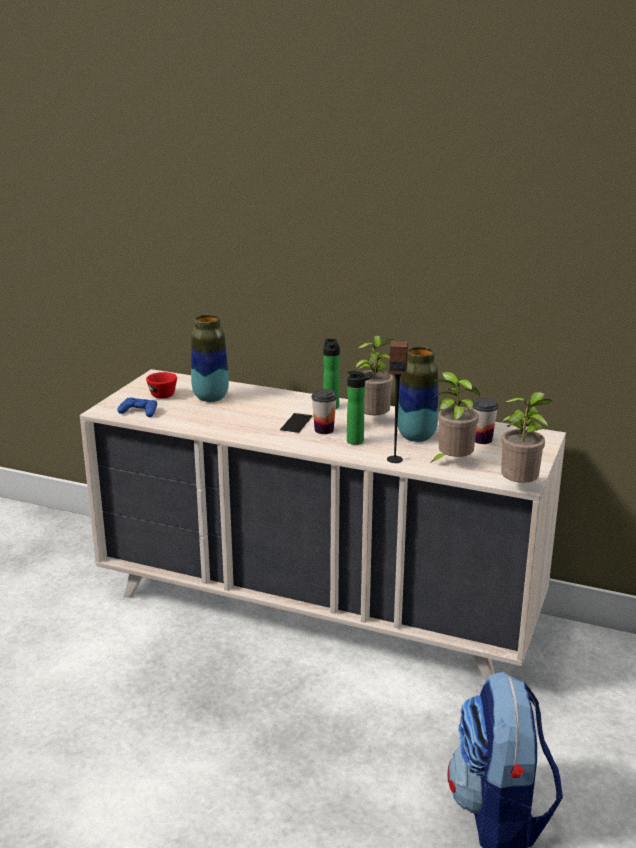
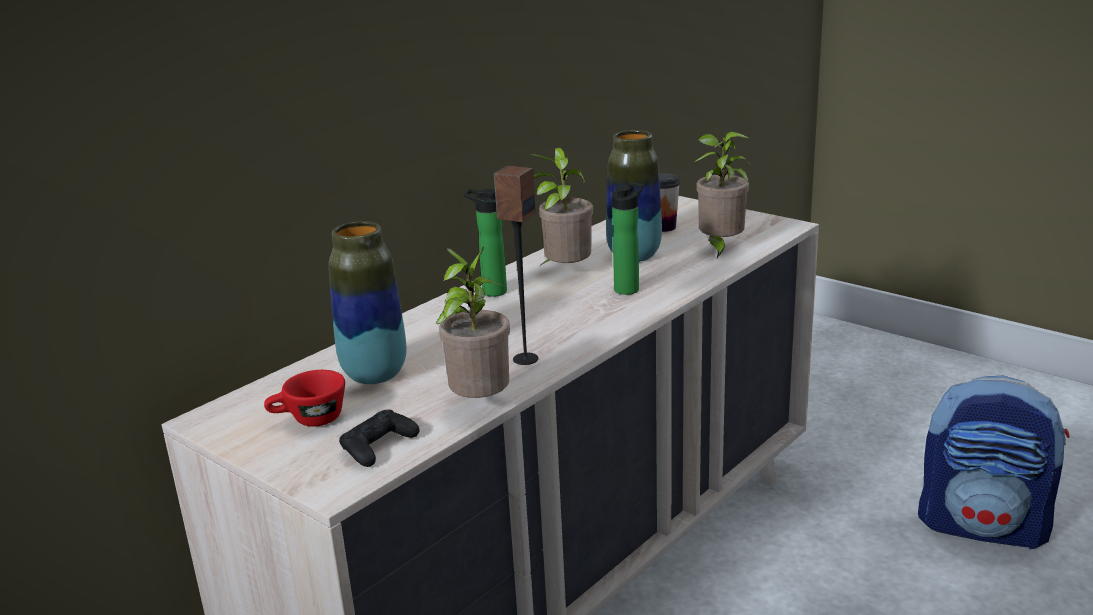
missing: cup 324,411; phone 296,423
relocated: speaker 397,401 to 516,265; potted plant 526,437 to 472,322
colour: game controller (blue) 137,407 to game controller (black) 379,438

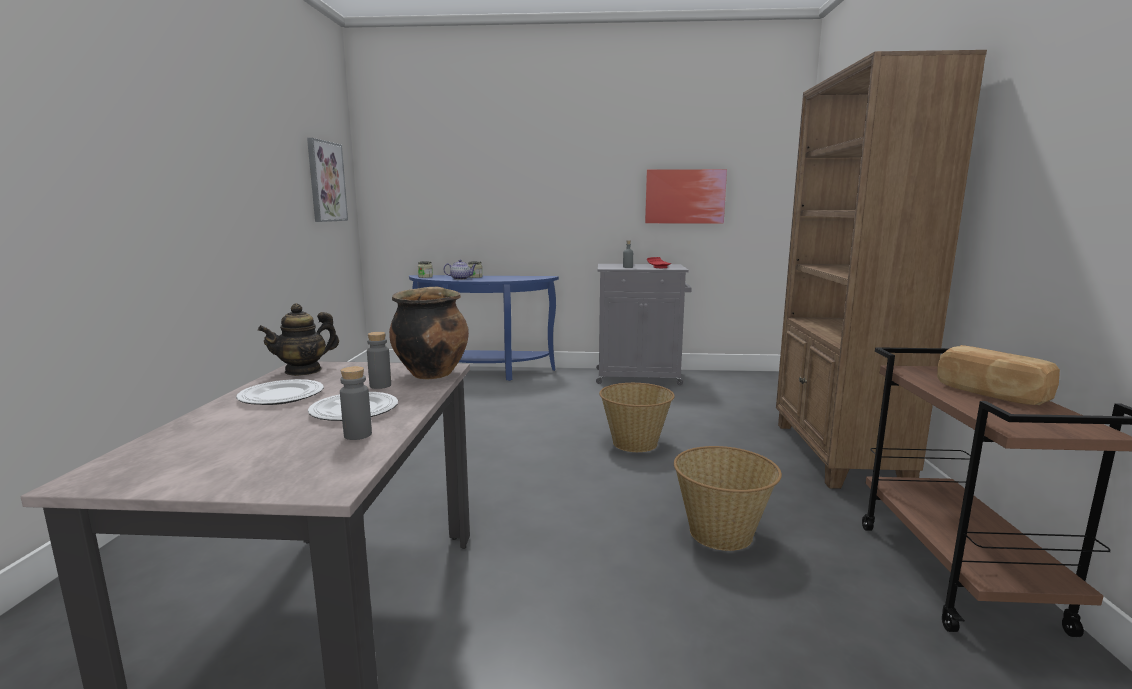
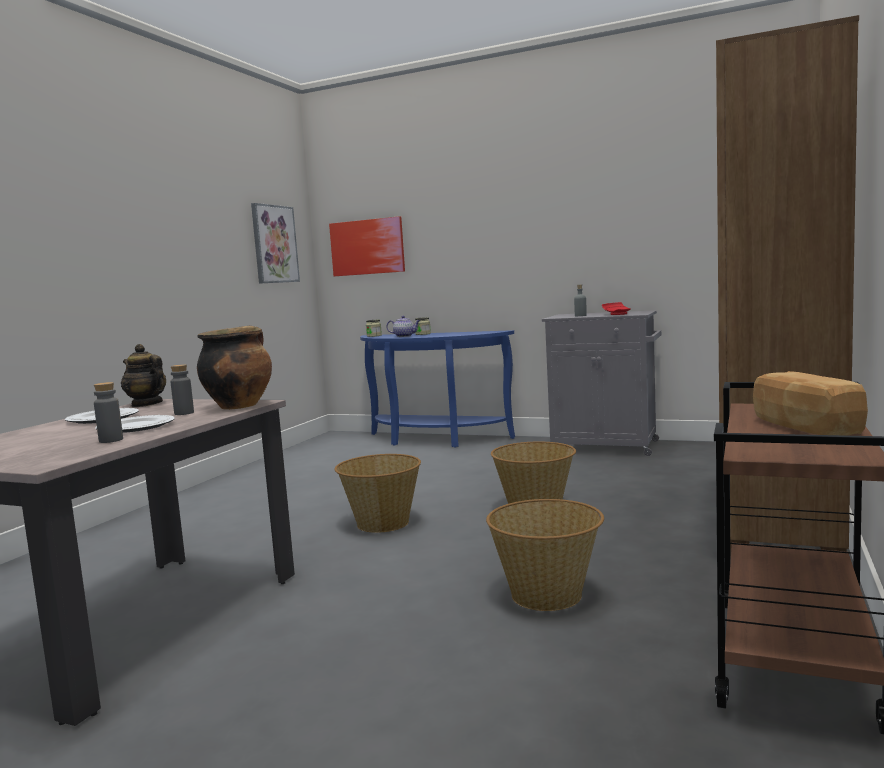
appeared: basket 377,493
relocated: picture 686,196 to 367,246
spun: teapot 298,339 = 143,375 60 degrees clockwise

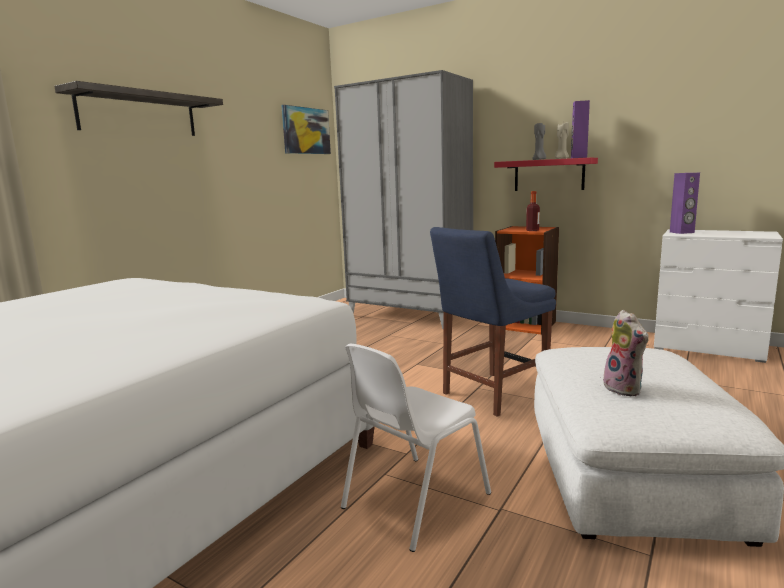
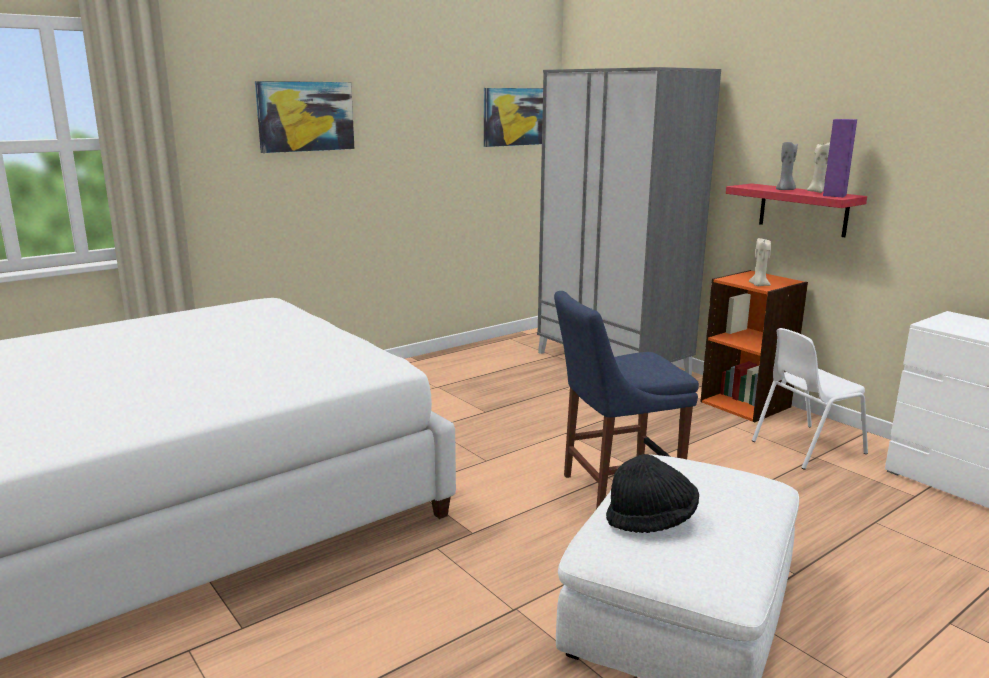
missing: speaker (purple) 685,203
relocated: chair (white) 416,448 to 810,399
exchanged: shelf 138,108 to picture 304,117; bottle 533,211 to candle (beige) 760,262; plush toy 625,353 to hat (black) 652,493

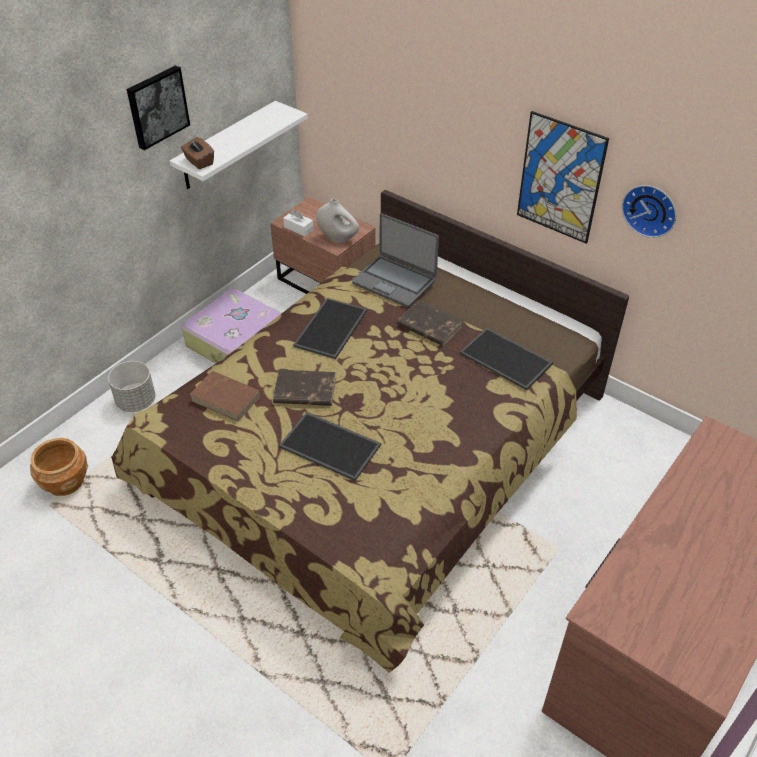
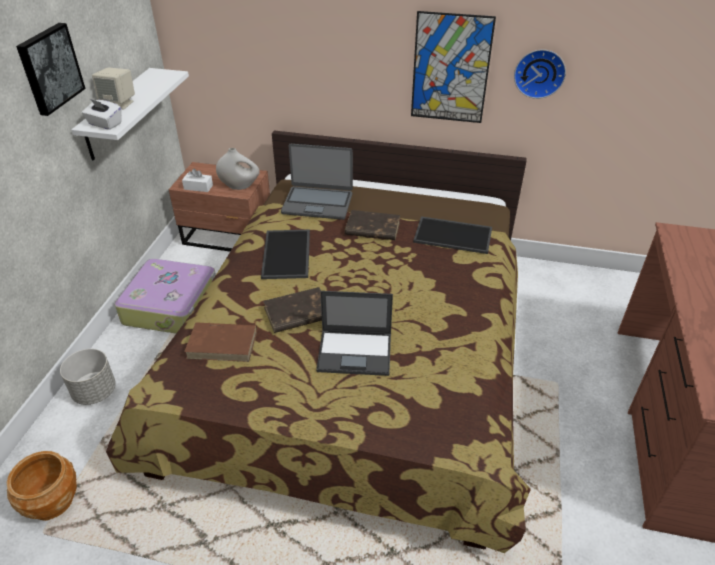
appeared: speaker (beige) 113,88
exchanged: tray 330,446 to laptop 354,333
colour: tissue box (brown) 197,153 to tissue box (white) 102,114

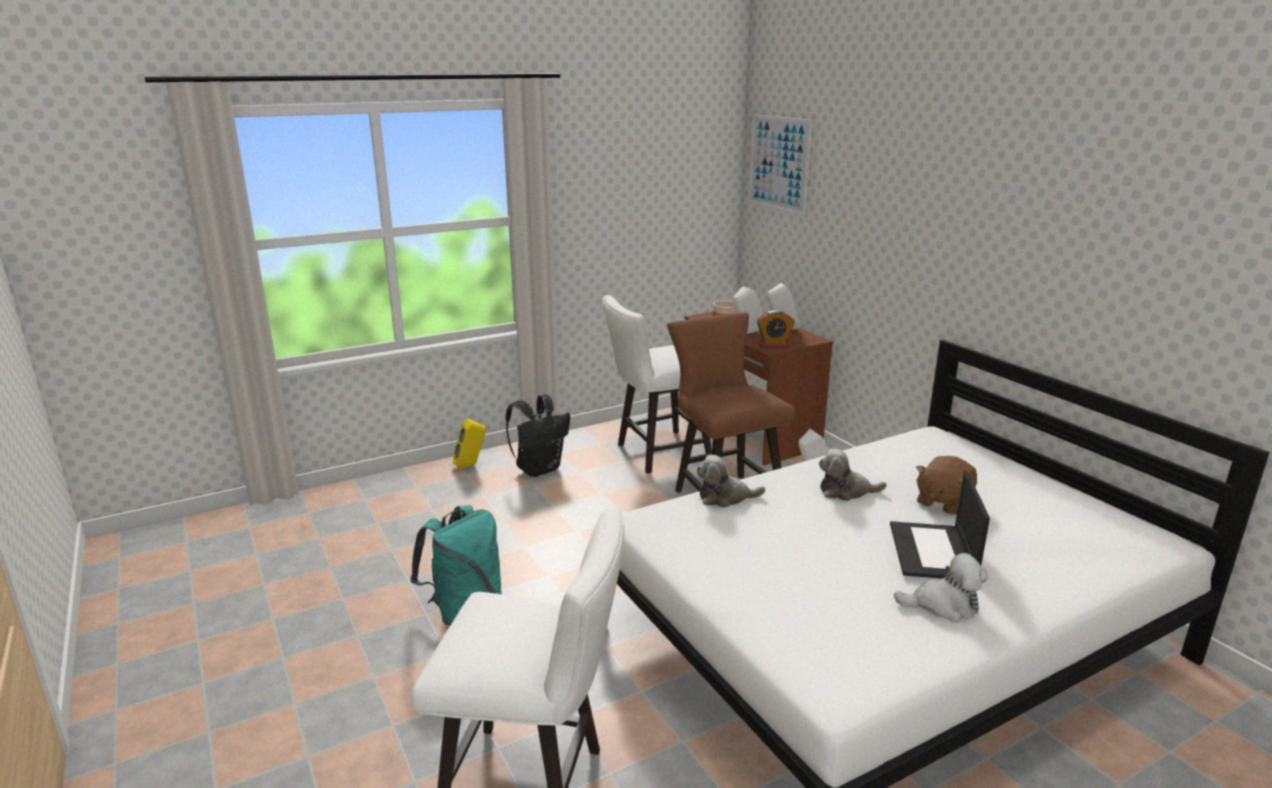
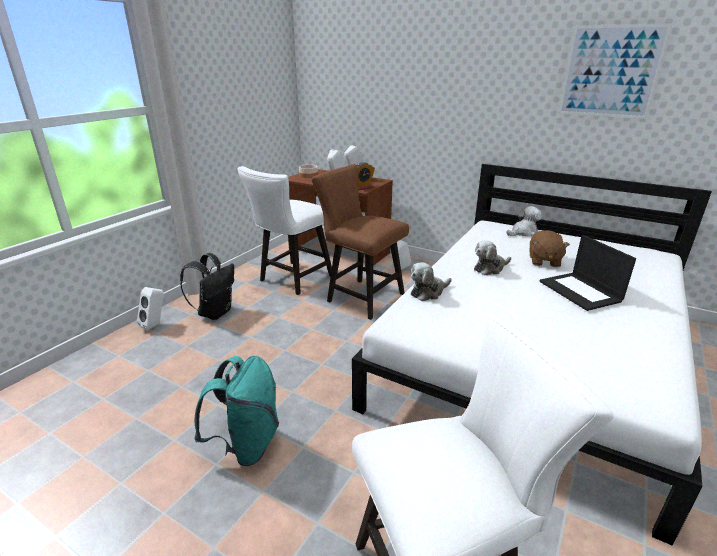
relocated: picture 780,165 to 615,71; plush toy 941,588 to 524,221
colour: speaker (yellow) 469,444 to speaker (white) 150,308

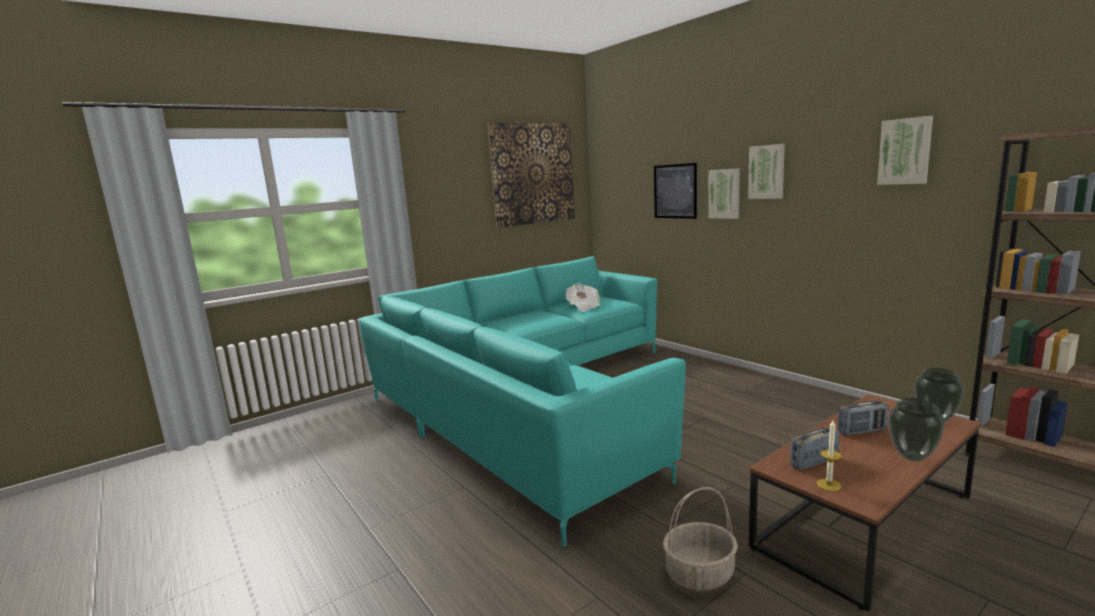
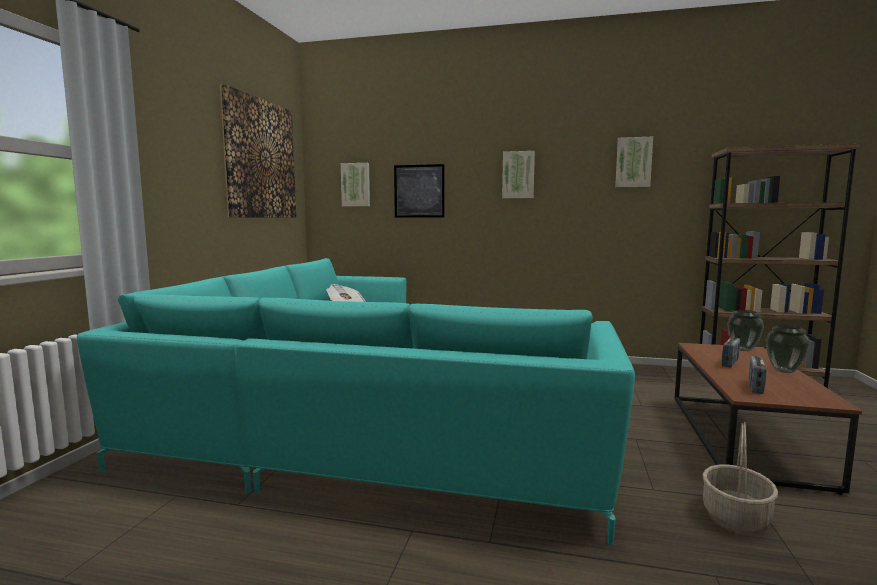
missing: candle 829,455
relocated: picture 724,193 to 355,184

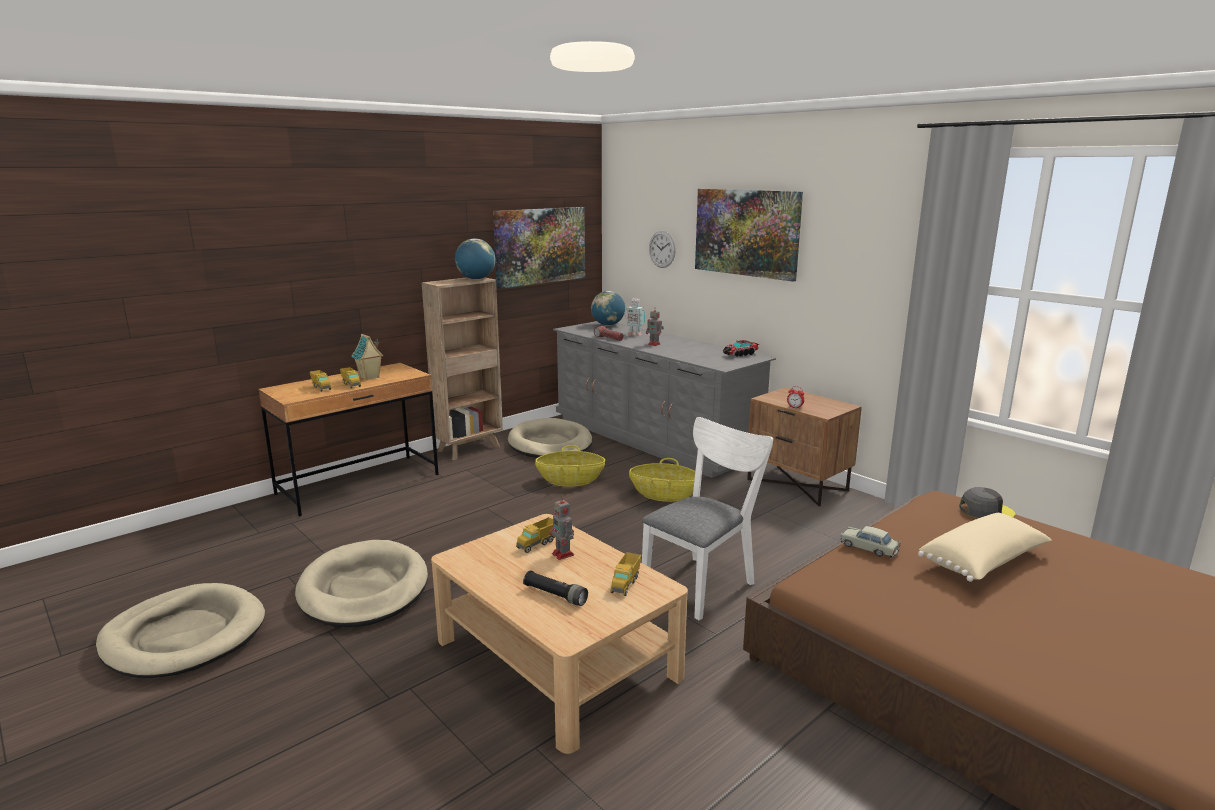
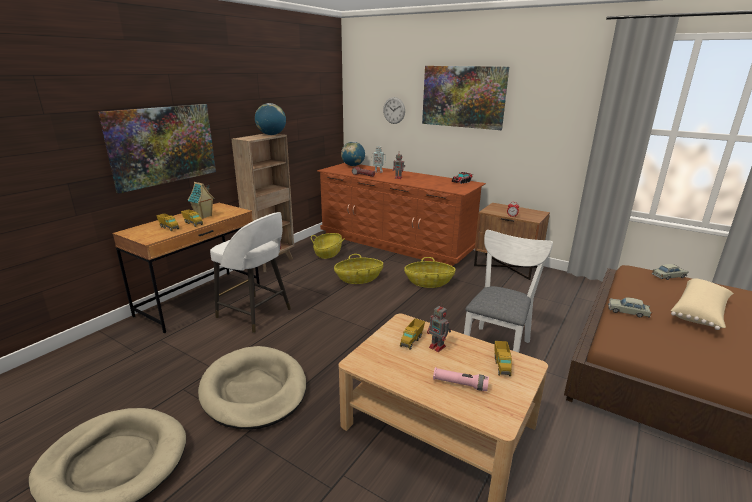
appeared: stool (white) 250,272
relocated: picture 539,248 to 157,148
exchanged: dog bed (beige) 550,438 to basket 328,246; cap (grey) 987,502 to toy car (beige) 670,272
colour: dresser (grey) 664,399 to dresser (brown) 401,214; flashlight (black) 555,588 to flashlight (pink) 461,379

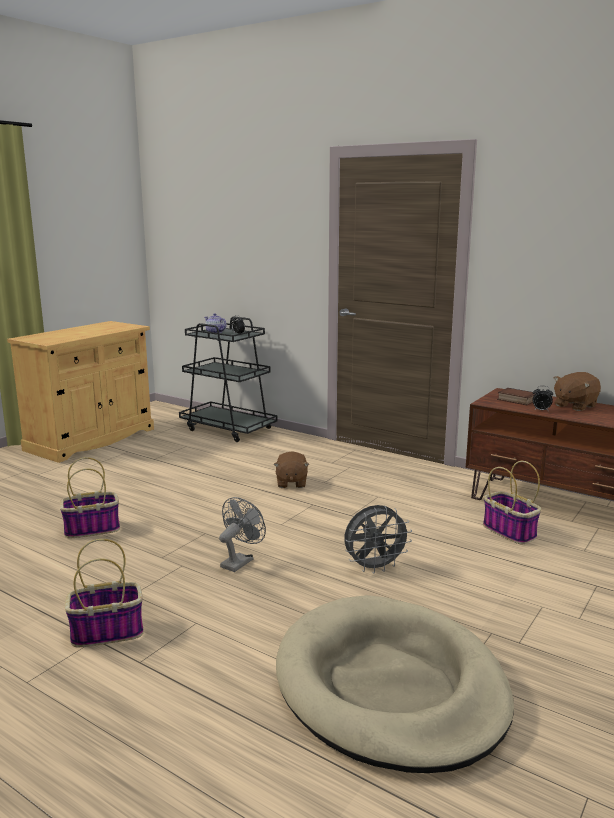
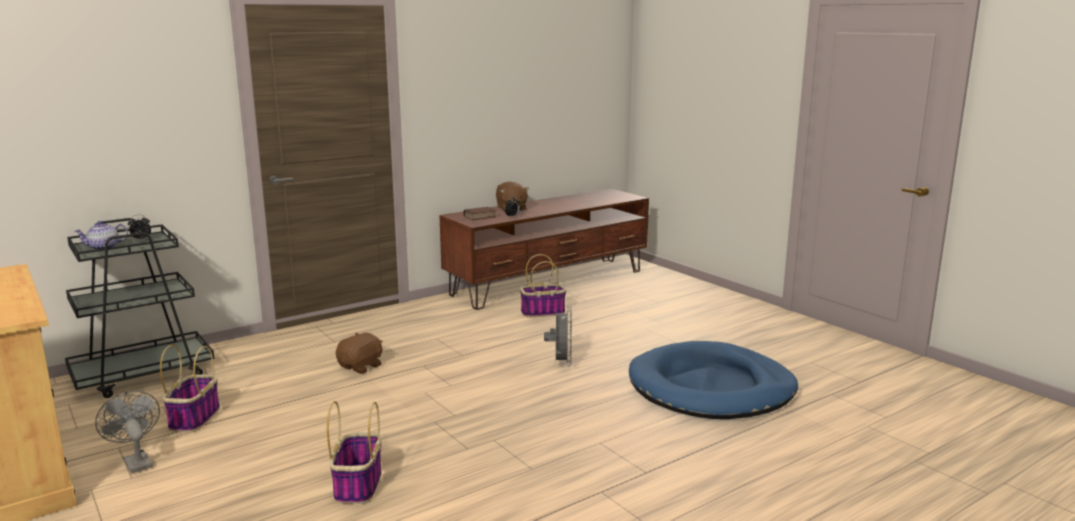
relocated: fan (grey) 242,534 to 127,432; basket 104,593 to 190,388
colour: dog bed (beige) 395,684 to dog bed (blue) 713,380
spun: plush toy (brown) 291,469 = 359,353 75 degrees counterclockwise

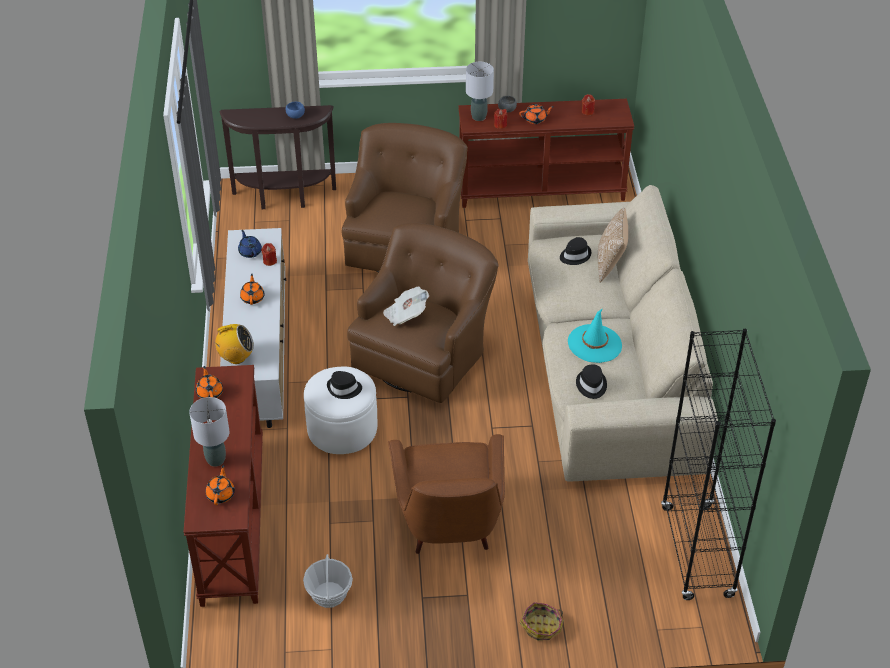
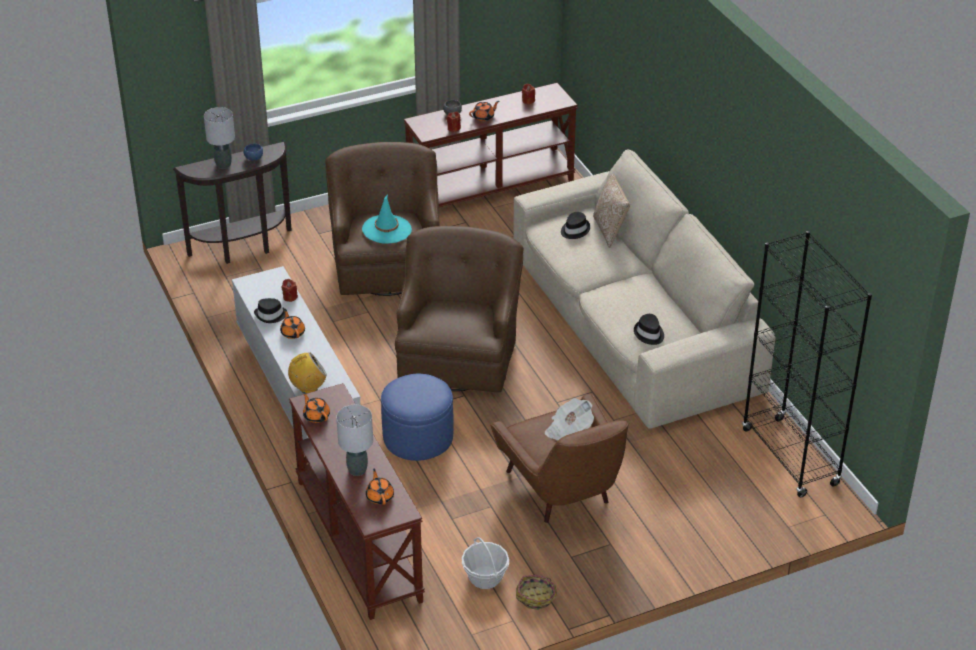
missing: teapot (blue) 250,244
relocated: table lamp (grey) 480,91 to 219,138; newspaper 406,306 to 569,419; hat (turquoise) 595,335 to 387,219; hat (black) 344,385 to 269,310; basket 541,621 to 536,592
colour: ottoman (white) 341,410 to ottoman (blue) 417,417

